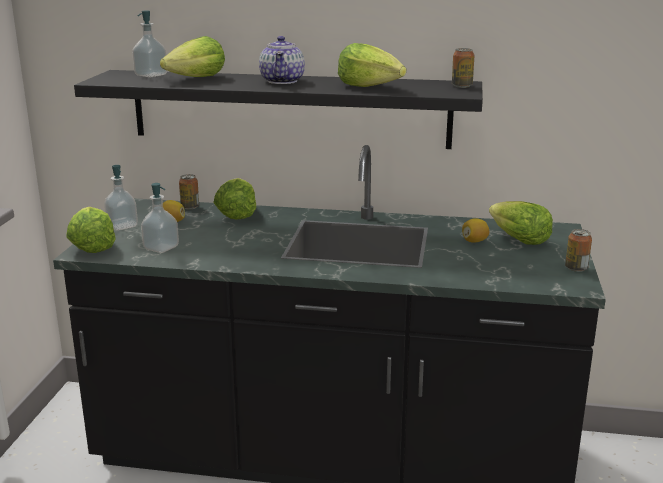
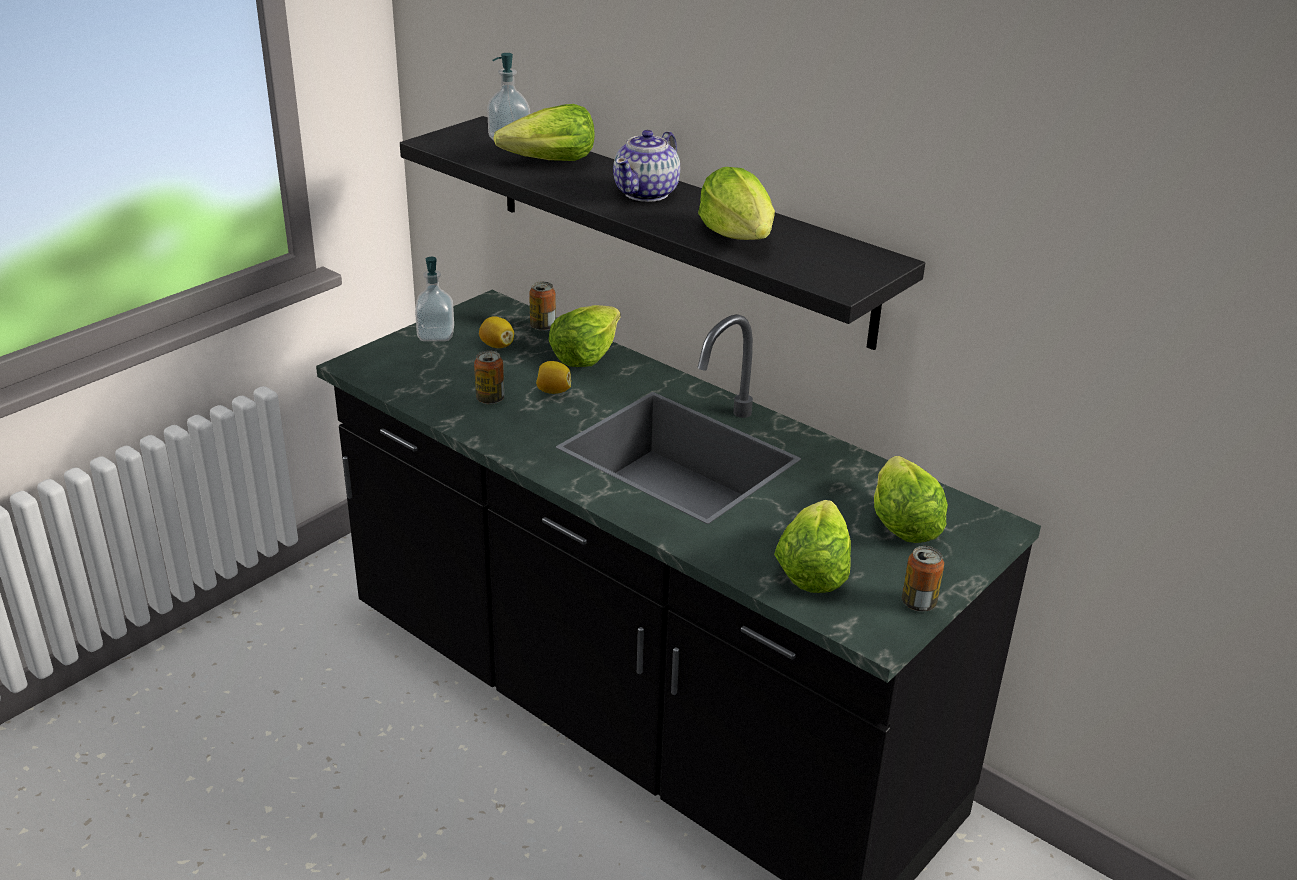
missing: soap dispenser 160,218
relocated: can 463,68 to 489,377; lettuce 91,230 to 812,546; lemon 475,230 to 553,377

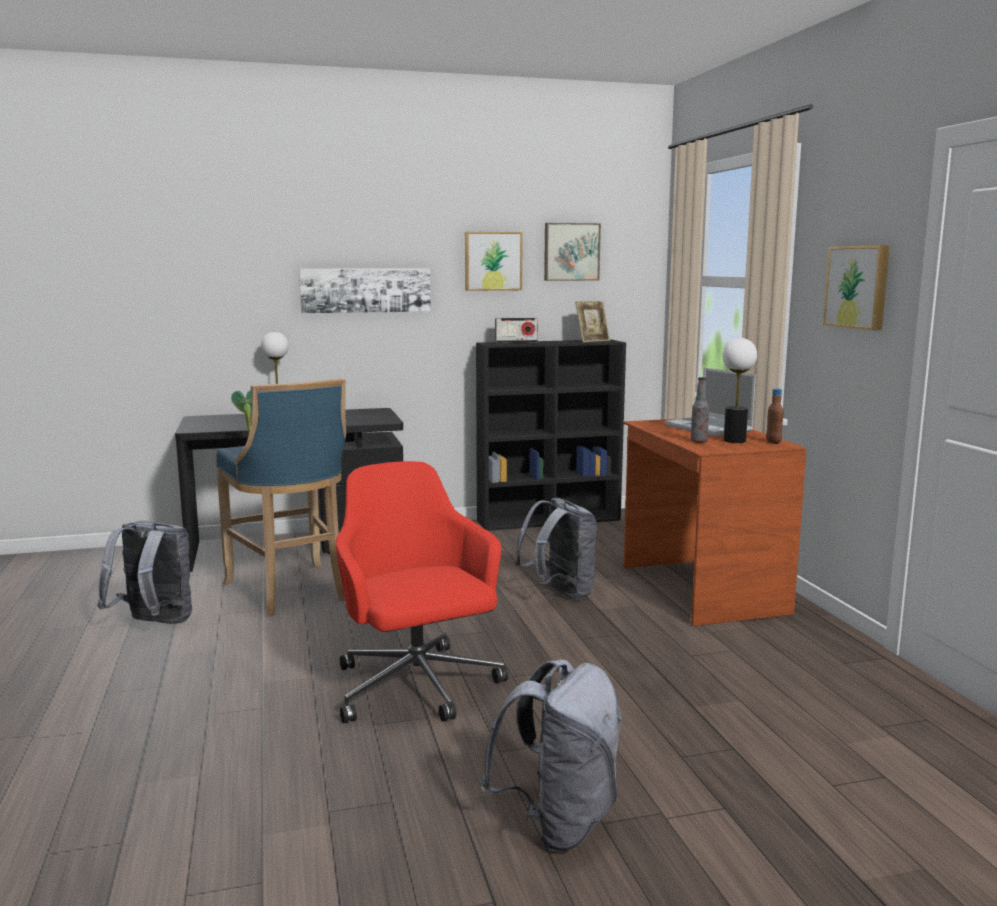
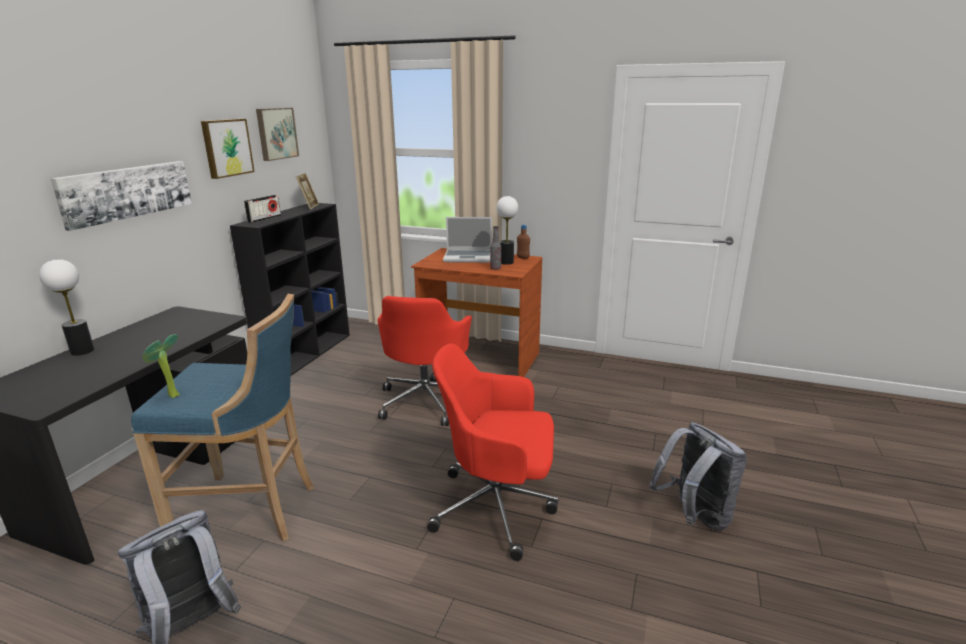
missing: picture 856,287
exchanged: backpack (grey) 555,549 to office chair (red) 425,361

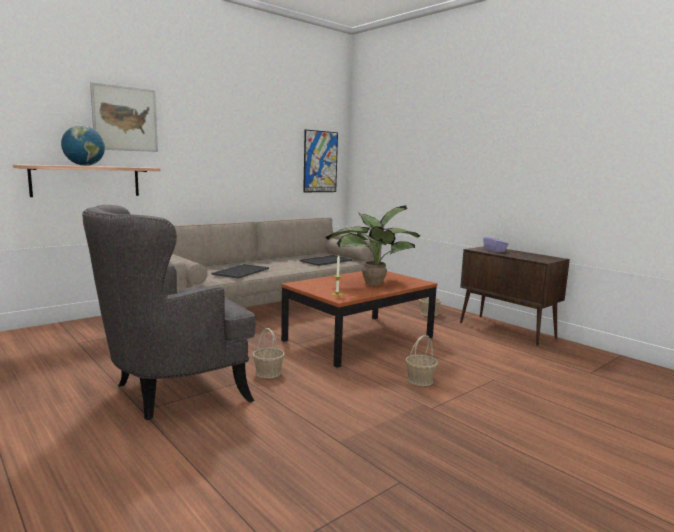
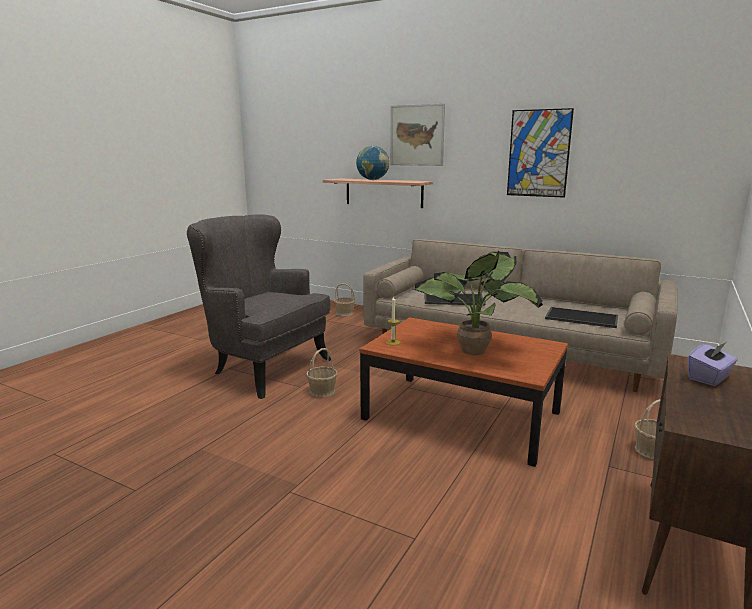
relocated: picture 320,160 to 540,153; basket 422,360 to 344,299

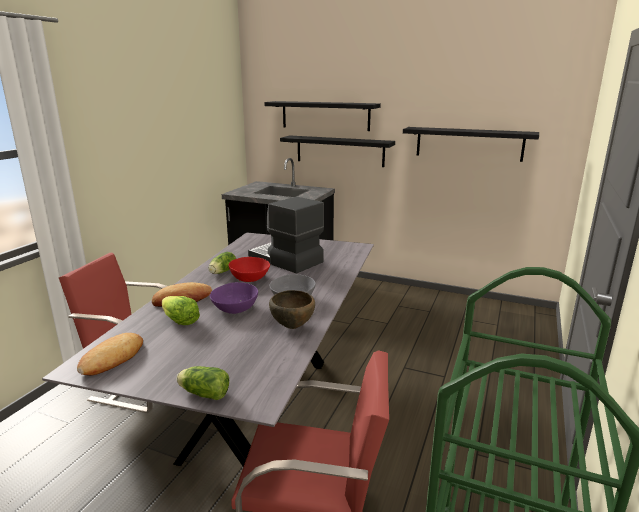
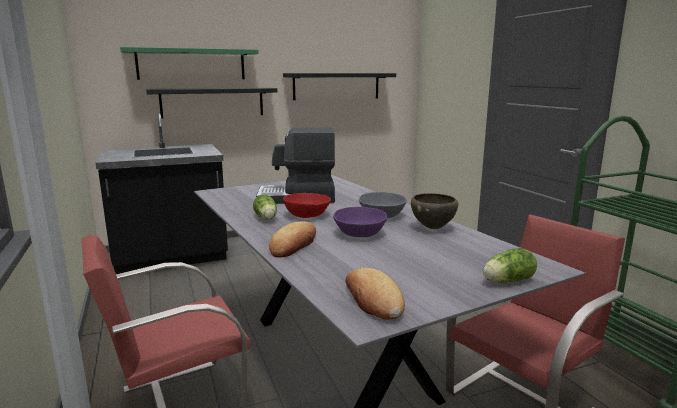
missing: lettuce 181,310
colour: shelf (black) 322,116 to shelf (green) 189,63

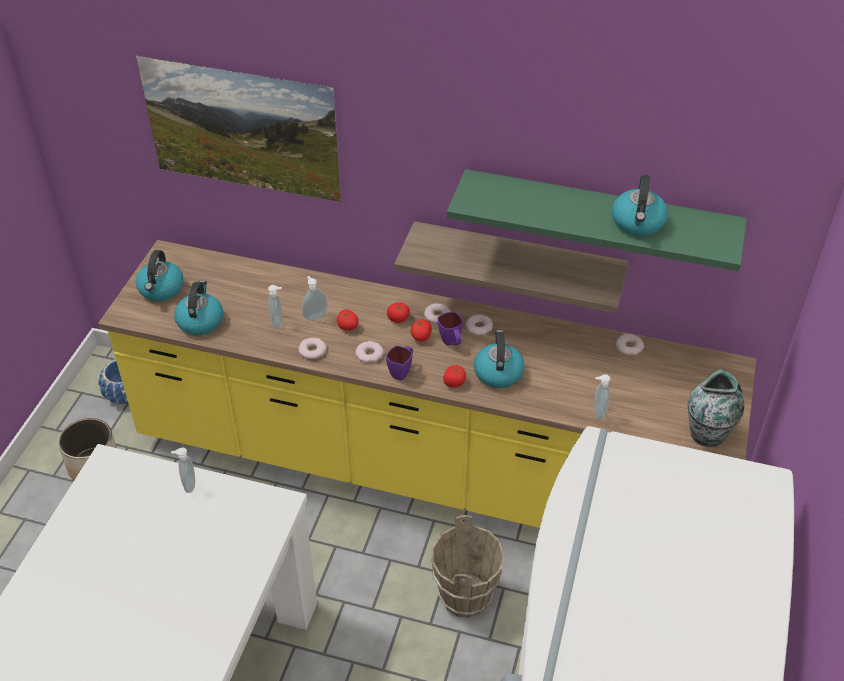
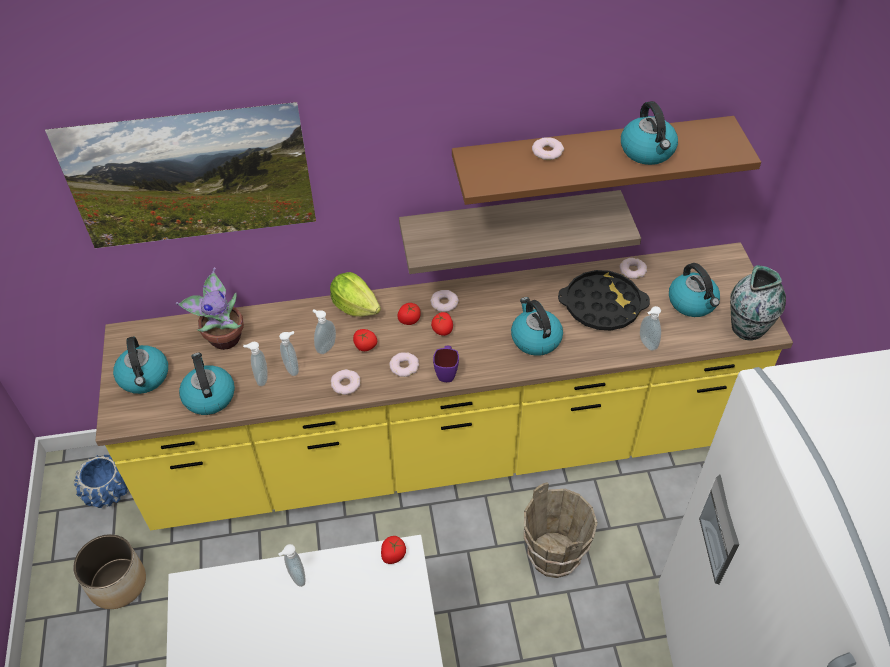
missing: mug (purple) 450,329
appeared: kettle 694,290; potted plant 210,308; tray (black) 604,300; lettuce 355,294; soap dispenser 255,364
relocated: donut 479,324 to 548,149; tomato 454,376 to 393,550
colour: shelf (green) 597,220 to shelf (brown) 606,160

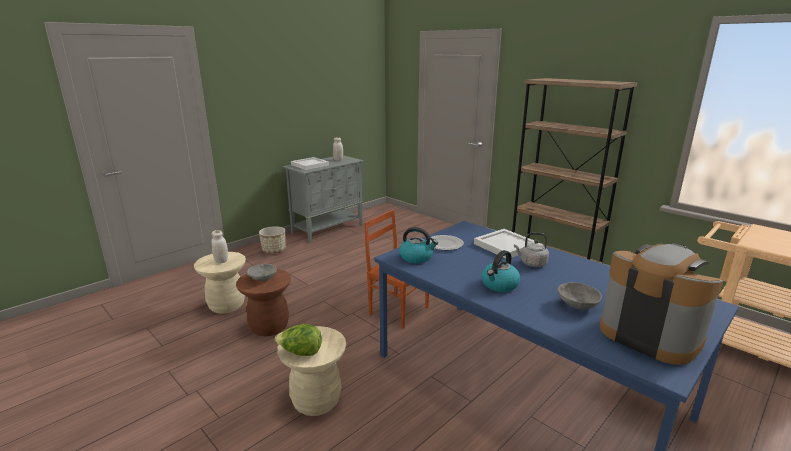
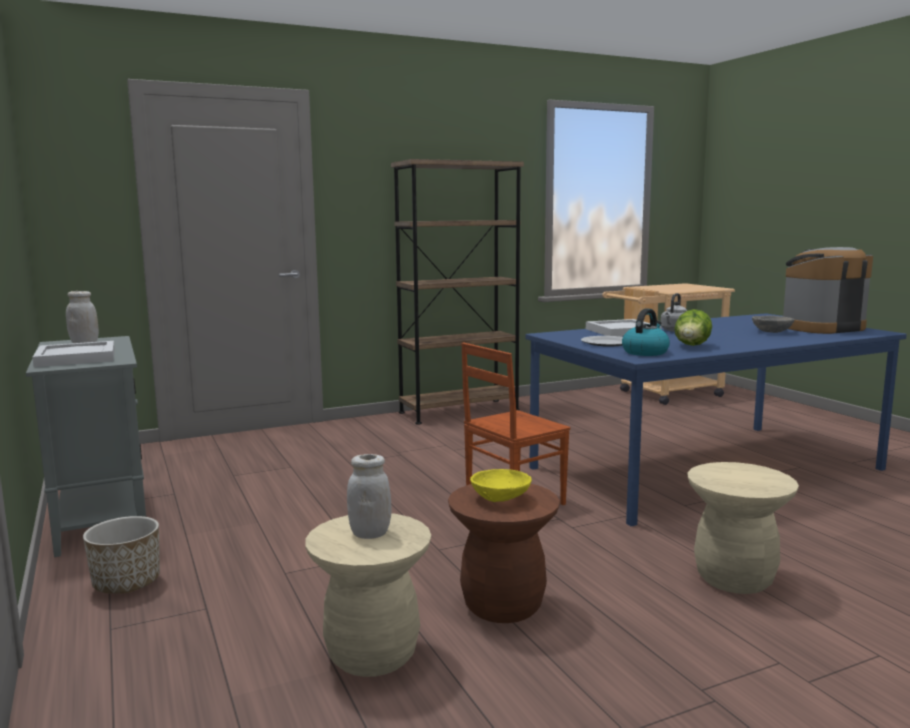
missing: kettle 501,271
relocated: lettuce 298,340 to 693,327
colour: bowl (grey) 262,272 to bowl (yellow) 501,485

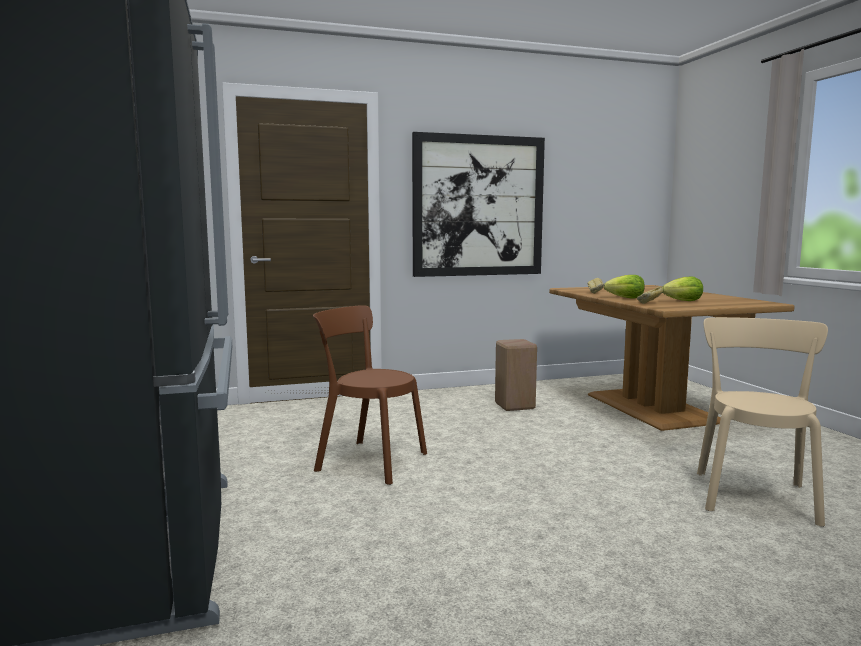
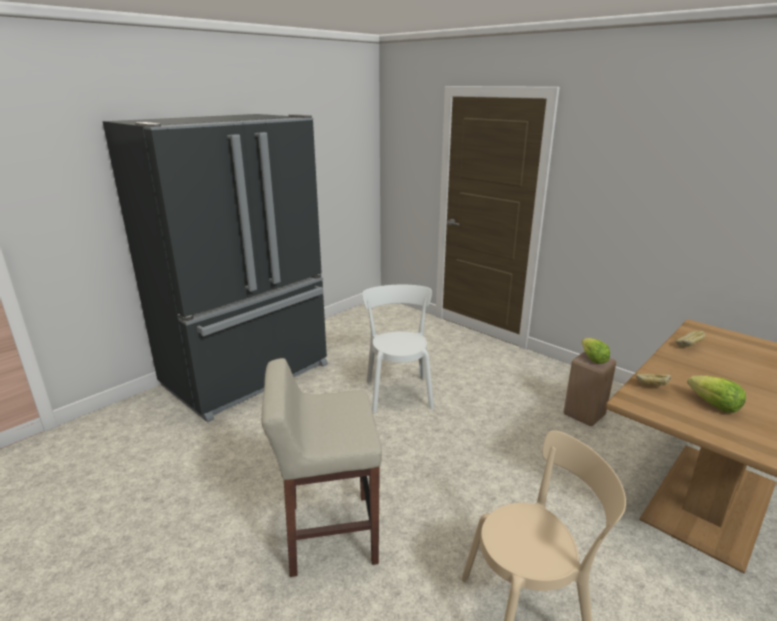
missing: picture 478,204
appeared: stool (beige) 321,467
relocated: lettuce 624,287 to 596,351
colour: chair (brown) 370,395 to chair (white) 398,349

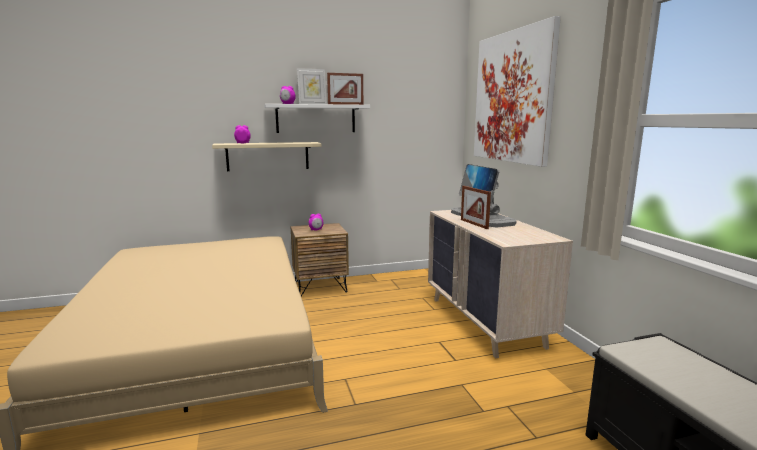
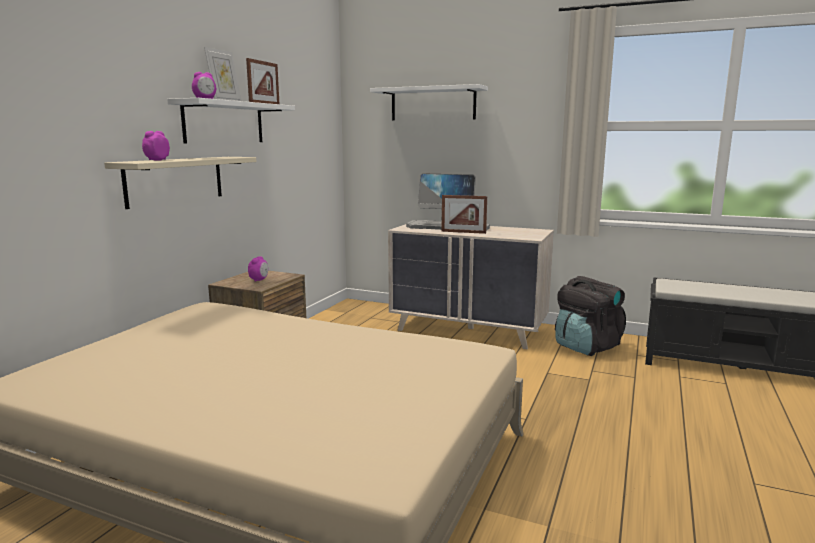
appeared: backpack (black) 590,316
exchanged: picture 517,91 to shelf (white) 429,102

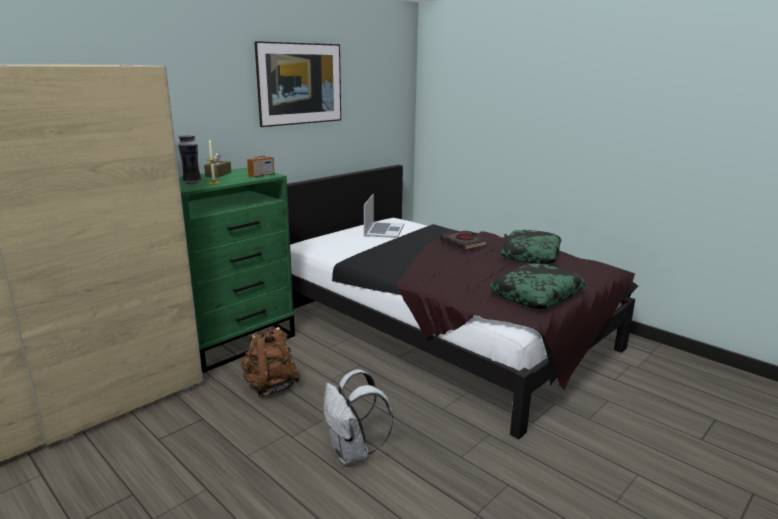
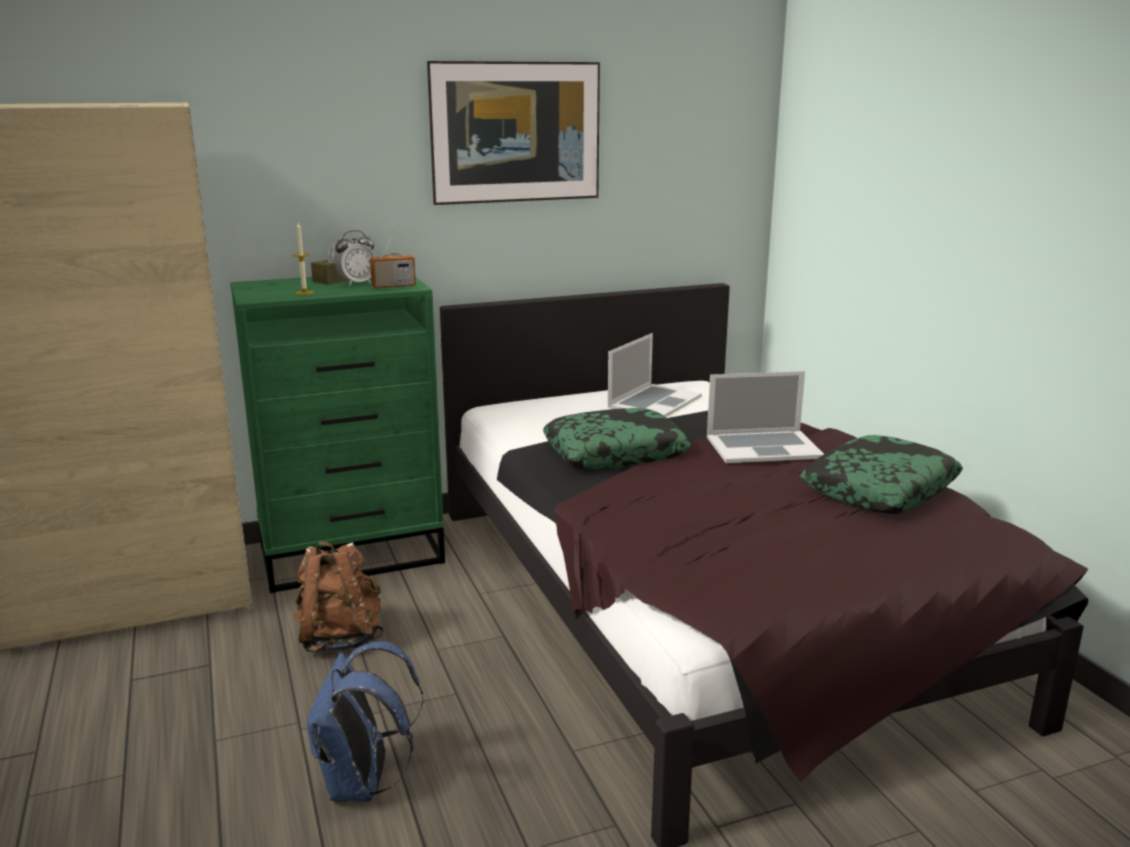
missing: vase 189,159
appeared: alarm clock 355,258
relocated: pillow 538,286 to 617,438
exchanged: book (black) 464,240 to laptop 765,417
colour: backpack (white) 358,417 to backpack (blue) 365,721

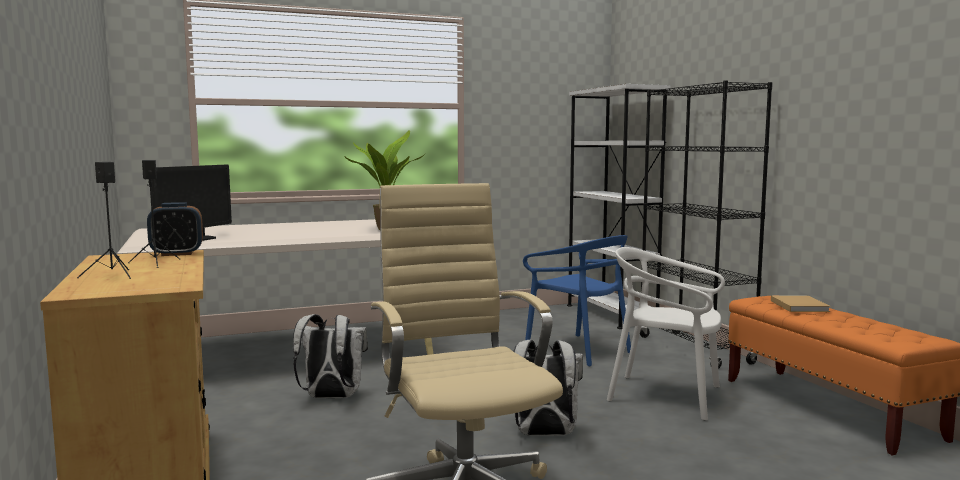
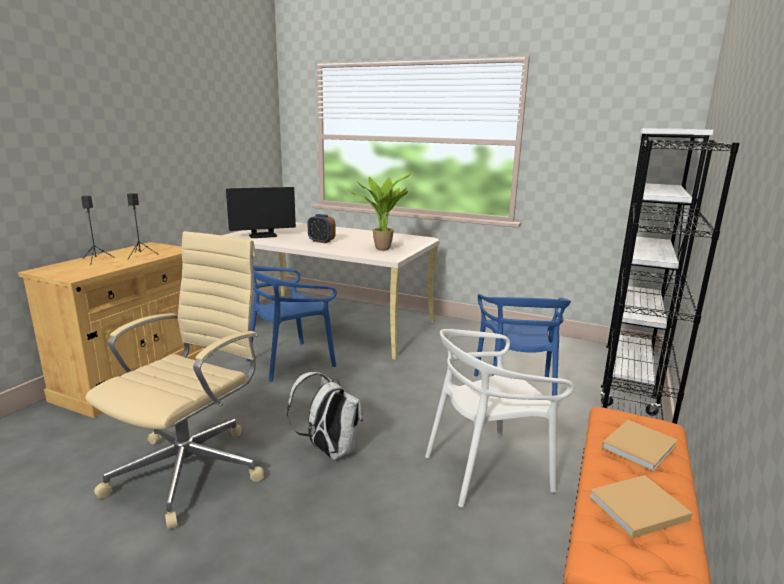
appeared: book (beige) 641,506
relocated: alarm clock 175,229 to 322,228
exchanged: backpack (white) 330,356 to chair (blue) 291,323
spun: chair (white) 666,333 = 499,418 90 degrees counterclockwise

